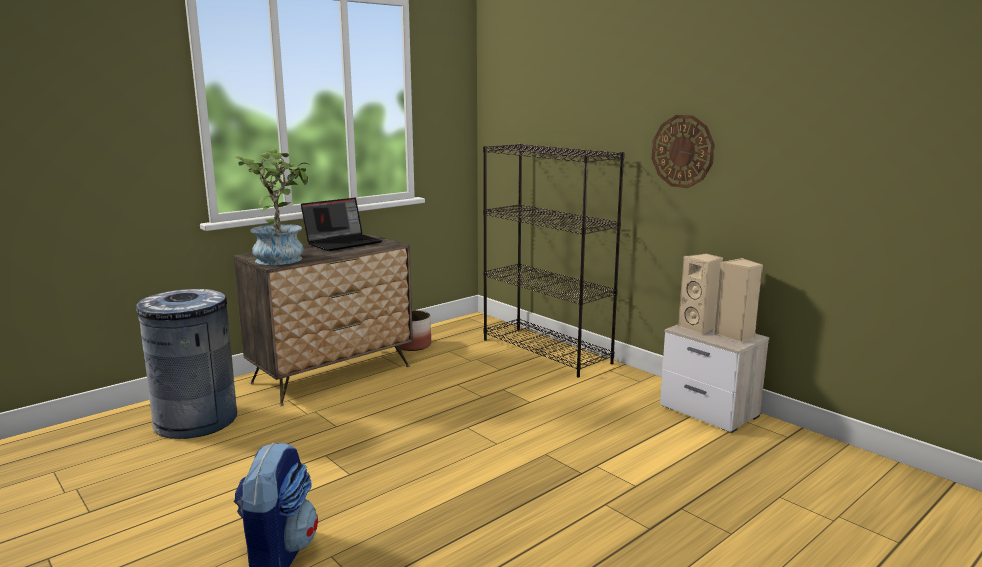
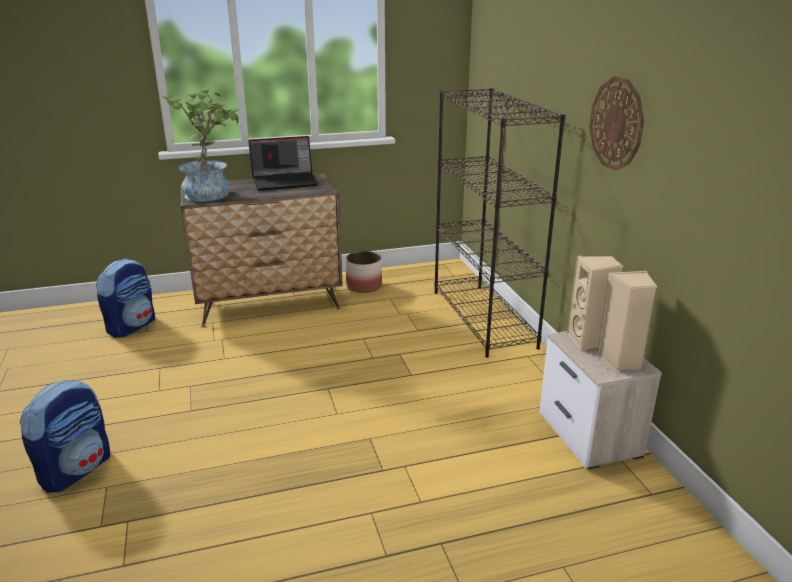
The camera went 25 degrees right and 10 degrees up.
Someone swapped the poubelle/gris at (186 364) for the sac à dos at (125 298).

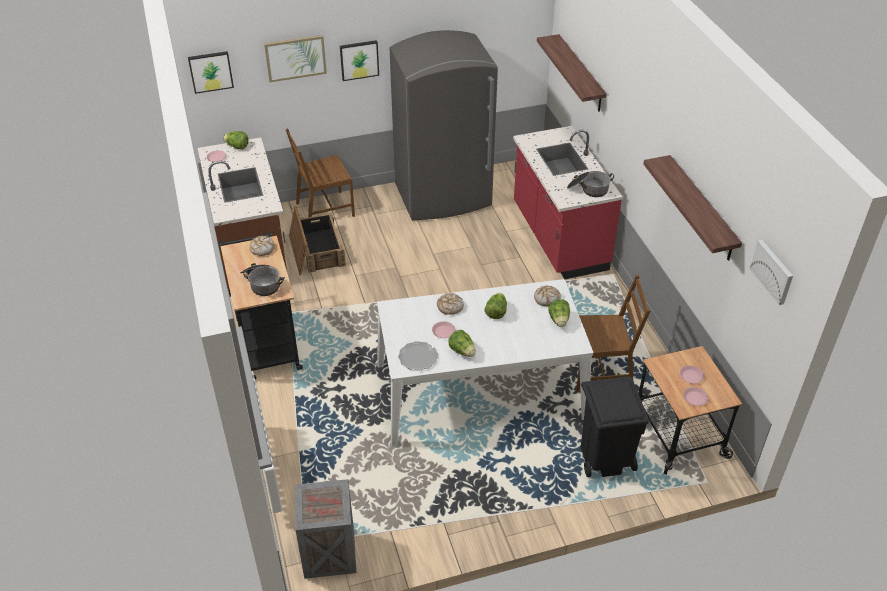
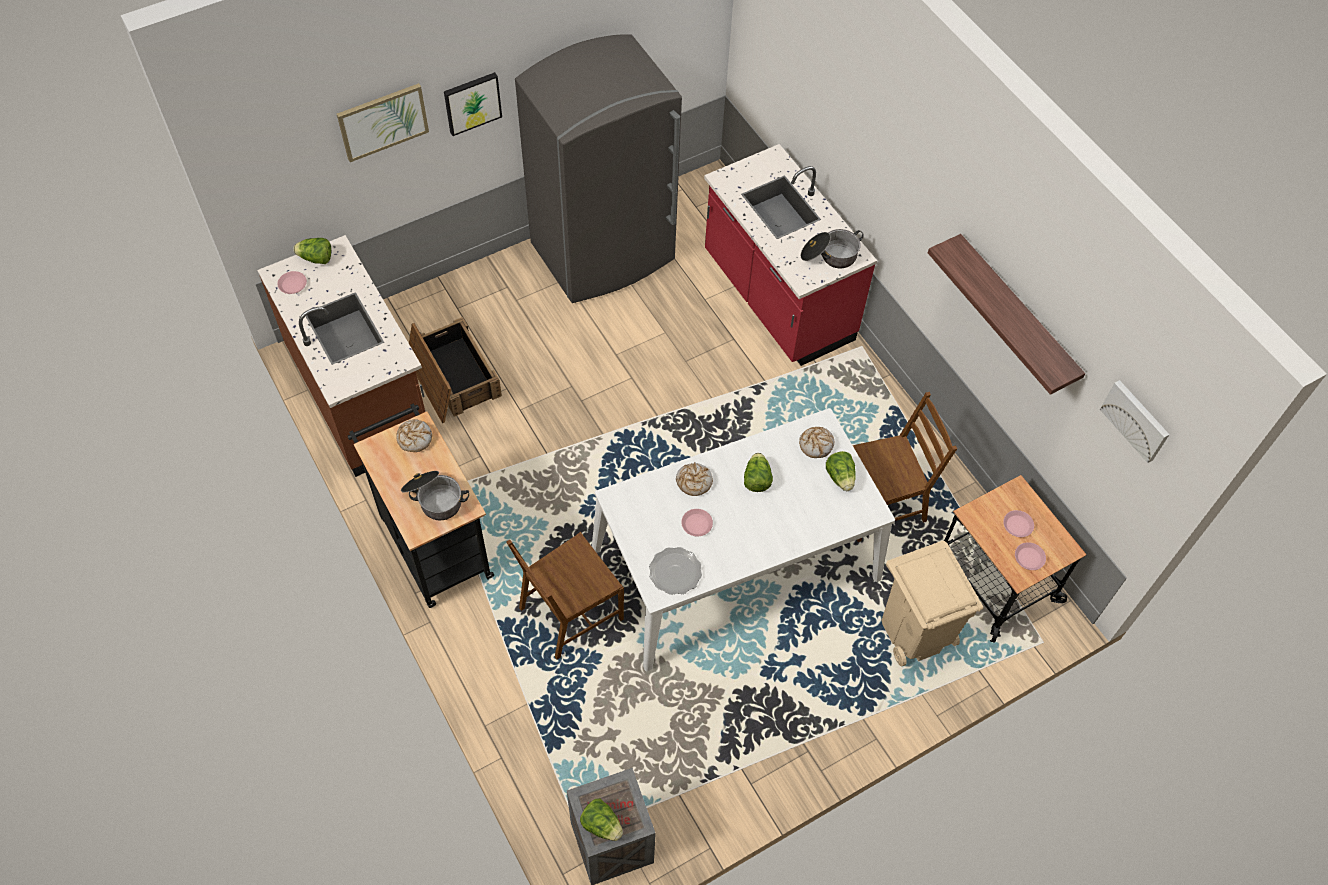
The camera went 15 degrees left and 15 degrees up.
Someone took away the étagère at (572 73).
Someone took away the tableau at (211 72).
Someone carried the chaise/marron from (320 175) to (565 596).
Someone carried the laitue from (462 343) to (601 820).
Someone repainted the poubelle/noir at (615 426), which became the poubelle/beige at (932 603).

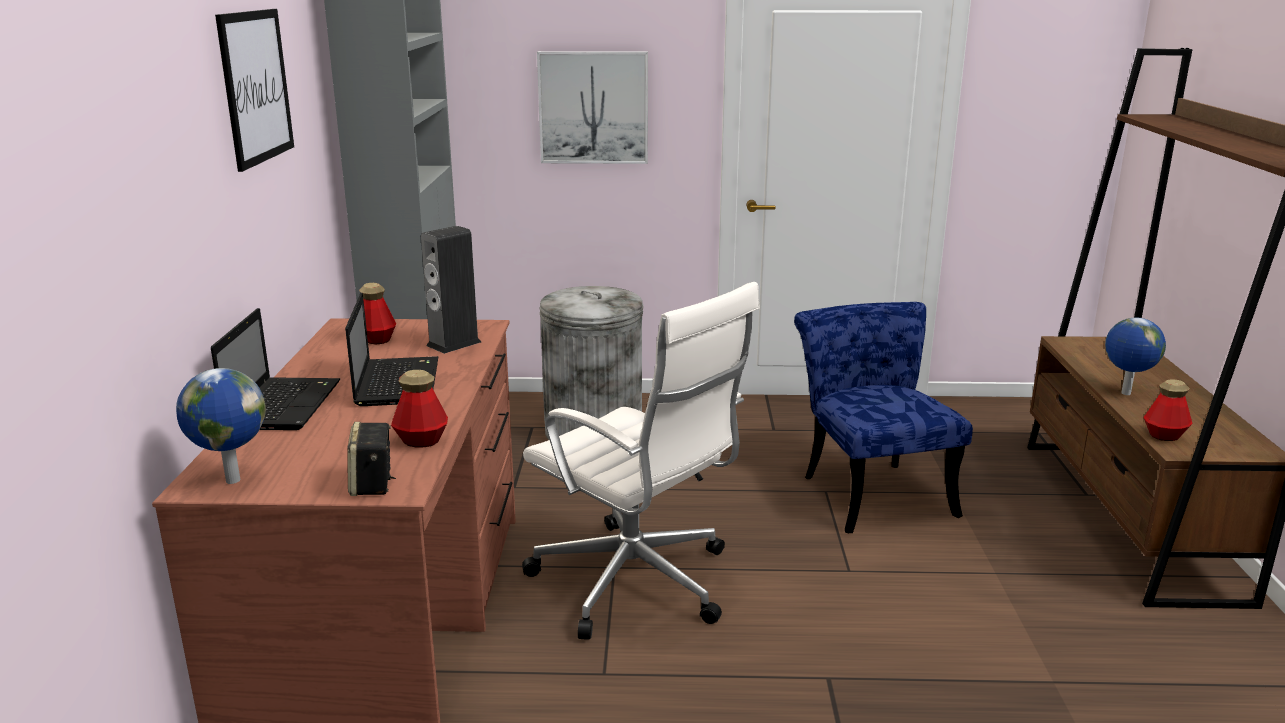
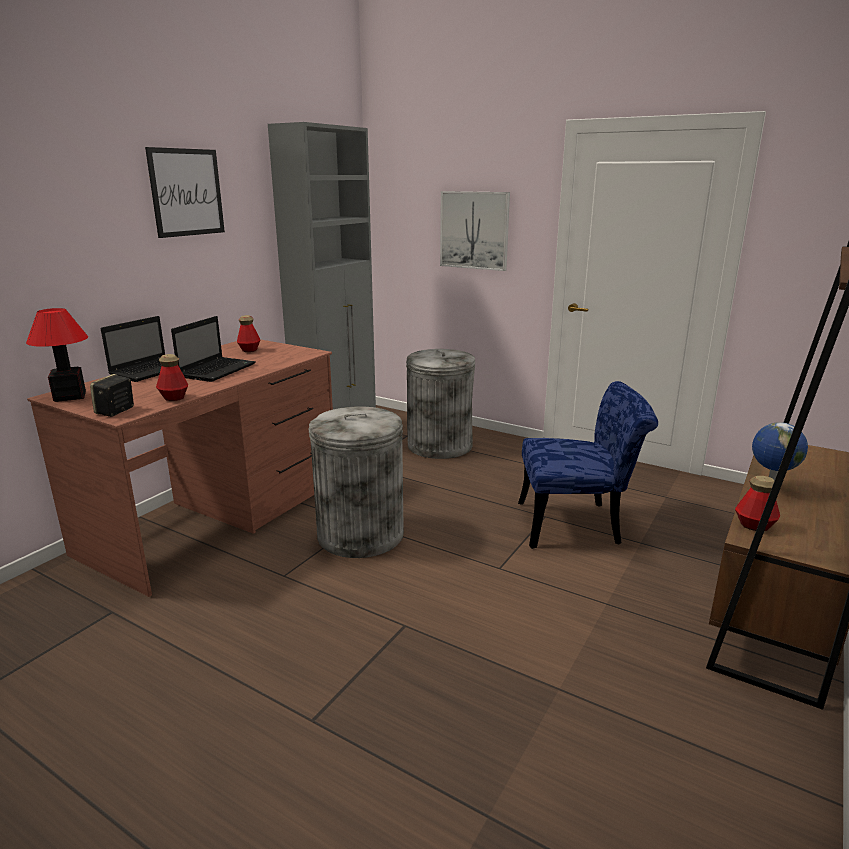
The camera went 30 degrees right and 0 degrees up.
Someone took away the enceinte at (451 290).
Someone swapped the chaise de bureau/blanc at (641 461) for the poubelle/gris at (356 482).
Someone rotated the chaise/bleu at (883 417) by 75 degrees clockwise.
Someone swapped the globe at (221 426) for the lampe de table at (57 355).

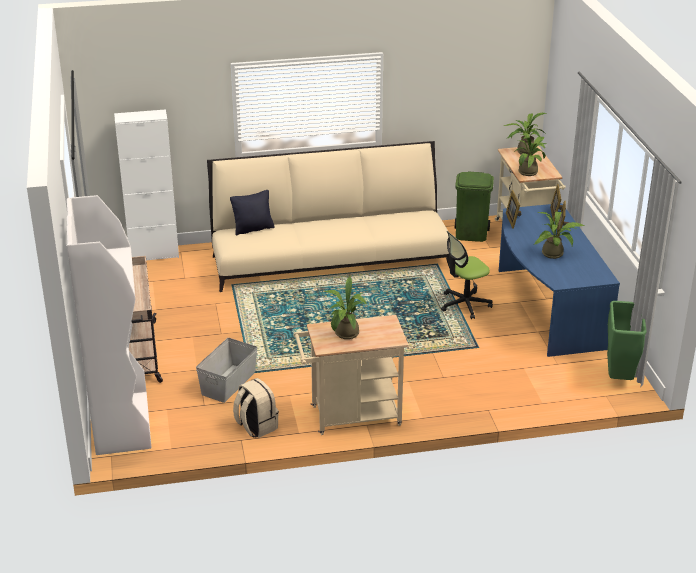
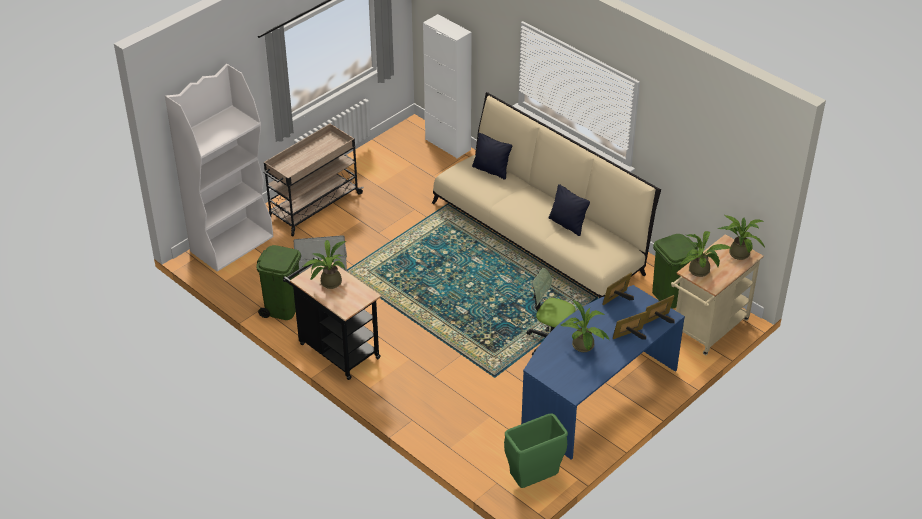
The camera went 55 degrees right and 10 degrees up.
Someone repainted the chariot/beige at (351 375), which became the chariot/noir at (332 318).
Someone swapped the sac à dos/beige at (256 408) for the poubelle/vert at (278 282).
Someone put down the coussin/noir at (569 210).

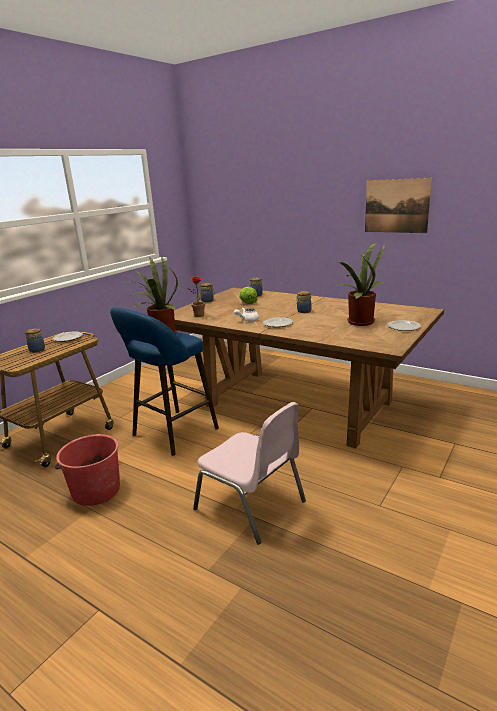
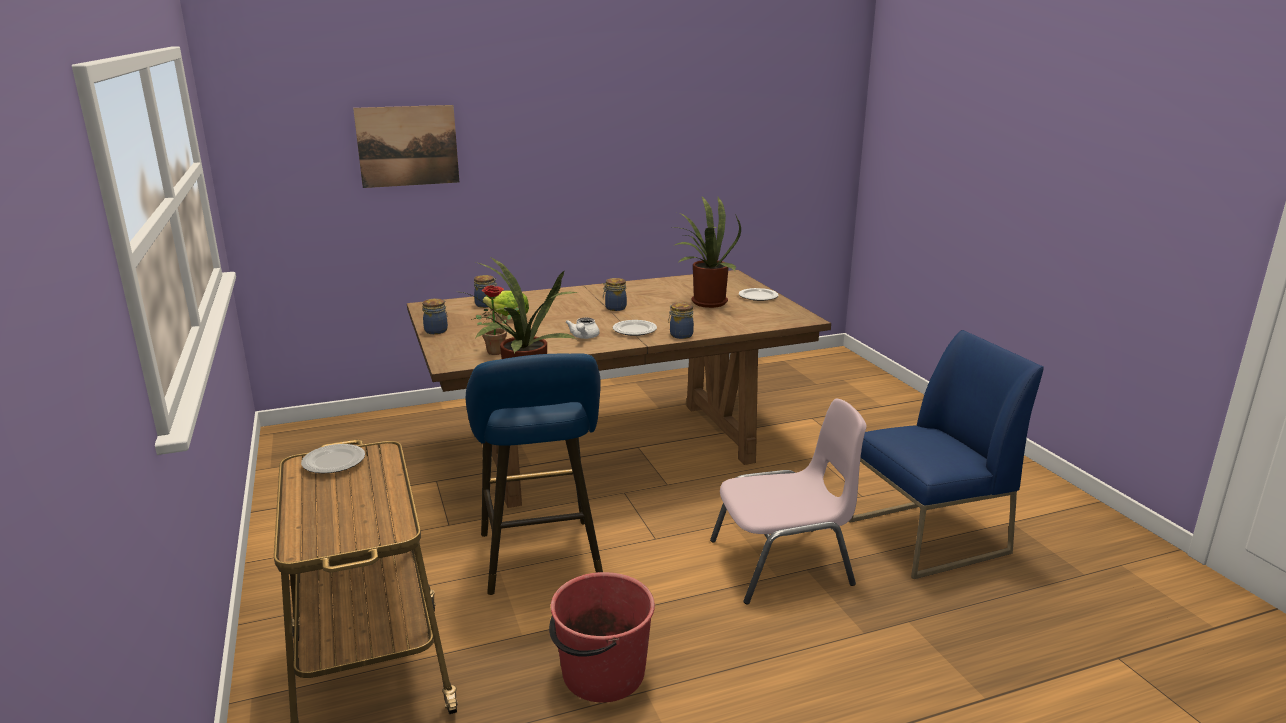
The camera went 55 degrees left and 0 degrees up.
Someone carried the tableau from (398 205) to (406 146).
Someone carried the bocal from (35 340) to (681 320).
Someone put down the chaise/bleu at (946 454).

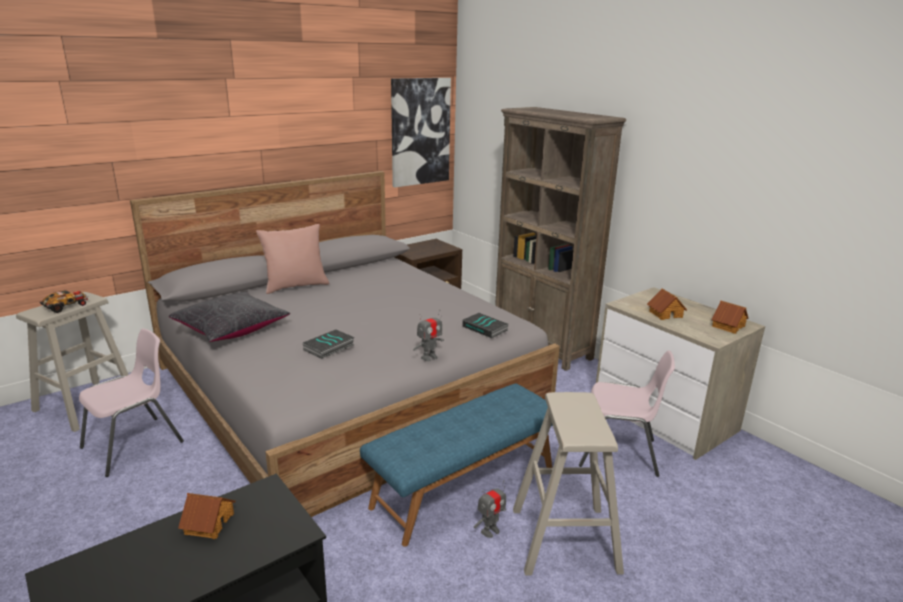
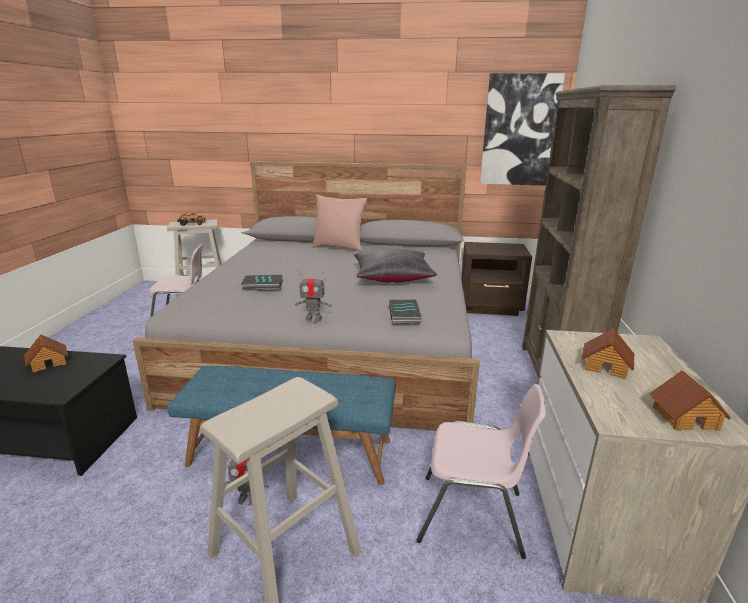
The camera went 45 degrees right and 0 degrees up.
Someone carried the coussin/noir from (229 317) to (395 266).
Someone rotated the chaise/rose at (627 413) by 45 degrees counterclockwise.

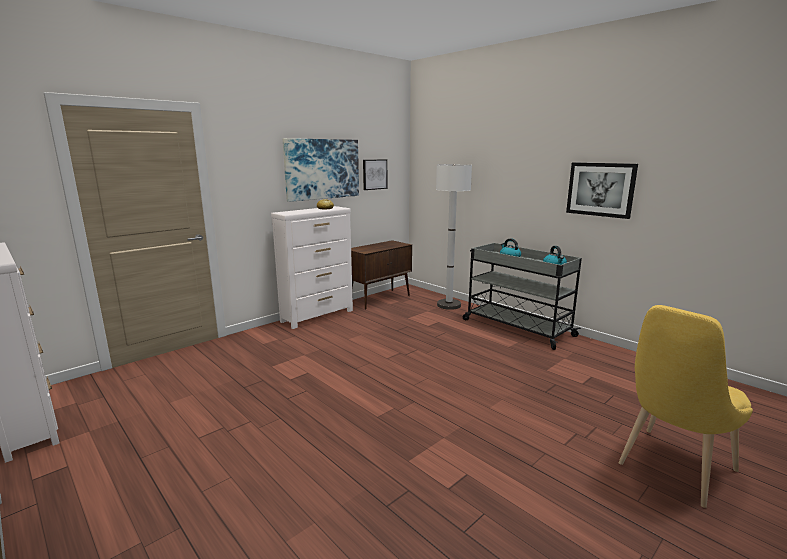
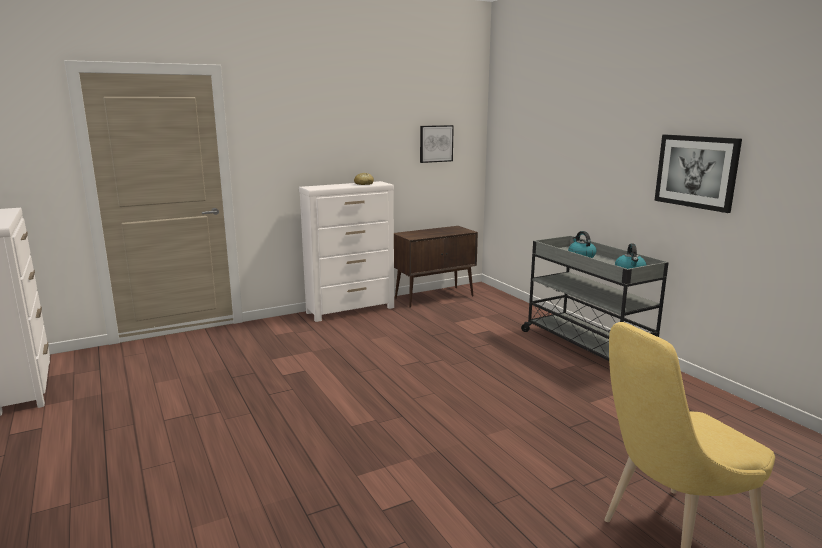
The camera went 15 degrees right and 0 degrees up.
Someone took away the tableau at (321 170).
Someone took away the lampadaire/blanc at (454 237).

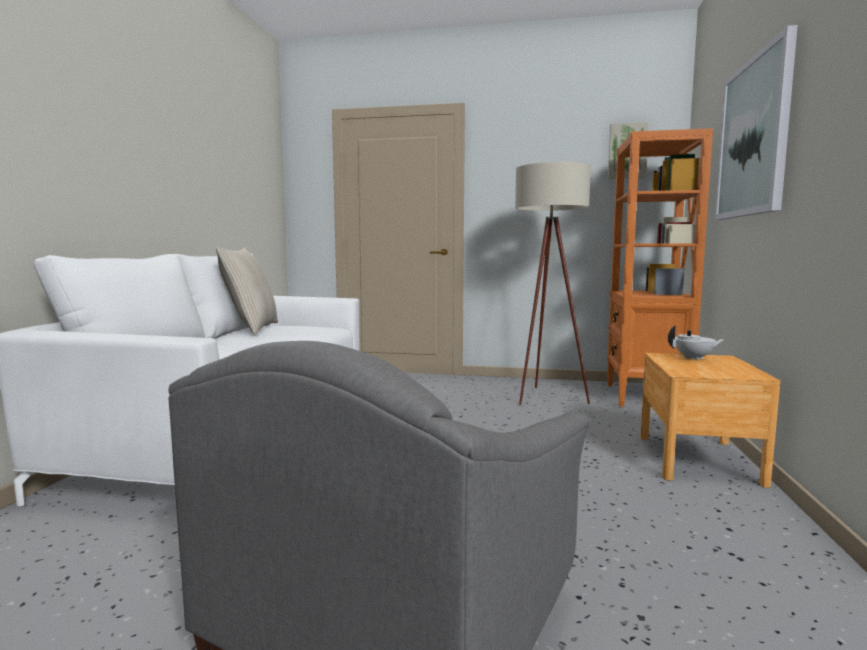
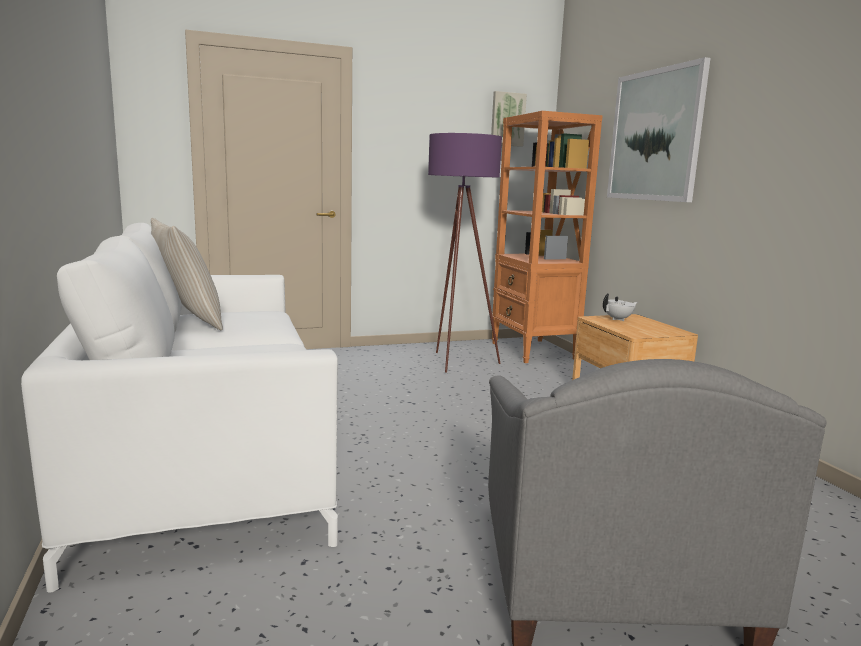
The camera went 30 degrees left and 5 degrees up.
Someone repainted the lampadaire/beige at (553 283), which became the lampadaire/violet at (465 253).

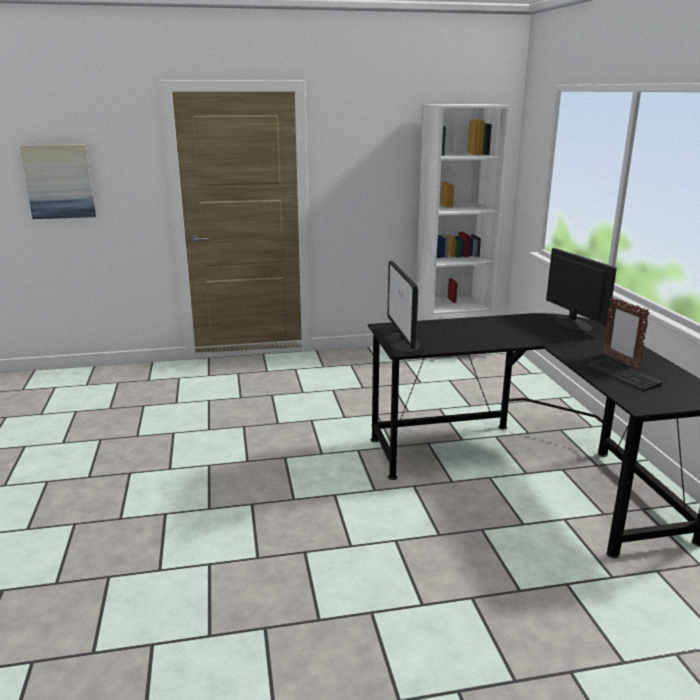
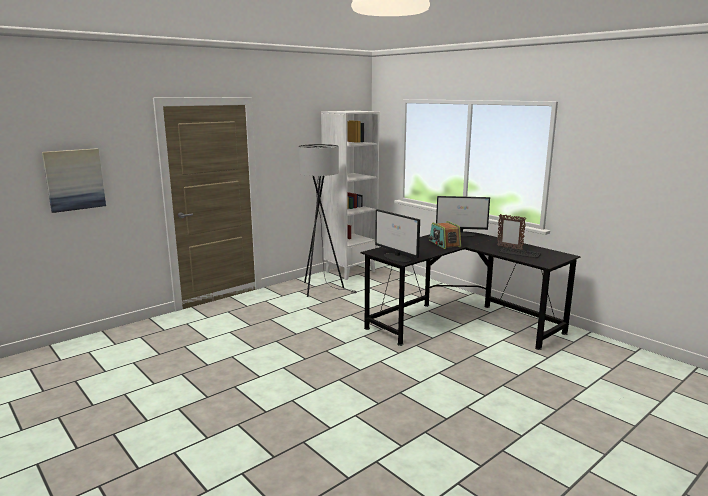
The camera went 30 degrees left and 5 degrees down.
Someone rotated the écran d'ordinateur at (581 289) by 150 degrees clockwise.
Someone put down the lampadaire/gris at (327 220).
Someone put down the radio at (445 235).

